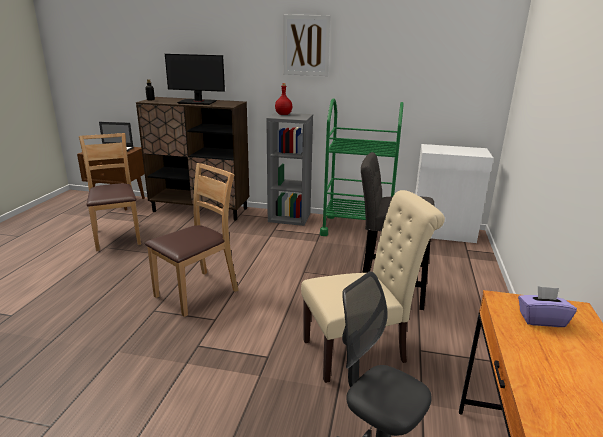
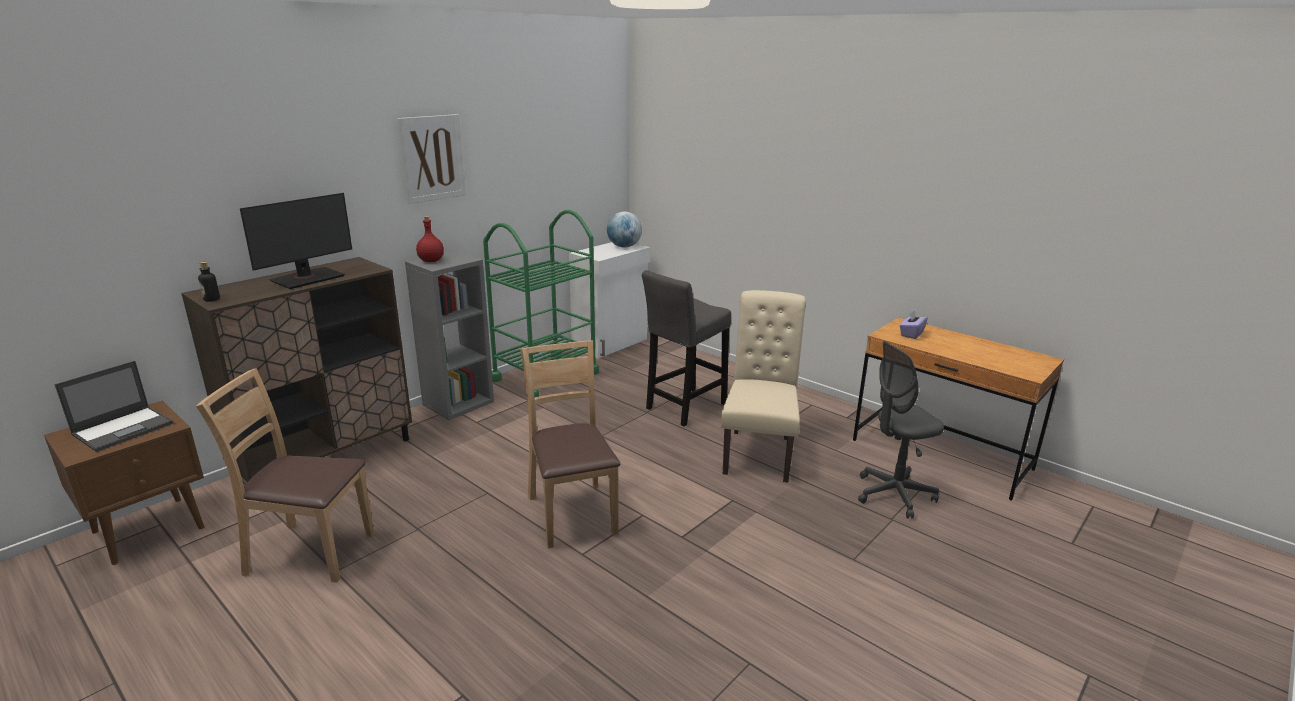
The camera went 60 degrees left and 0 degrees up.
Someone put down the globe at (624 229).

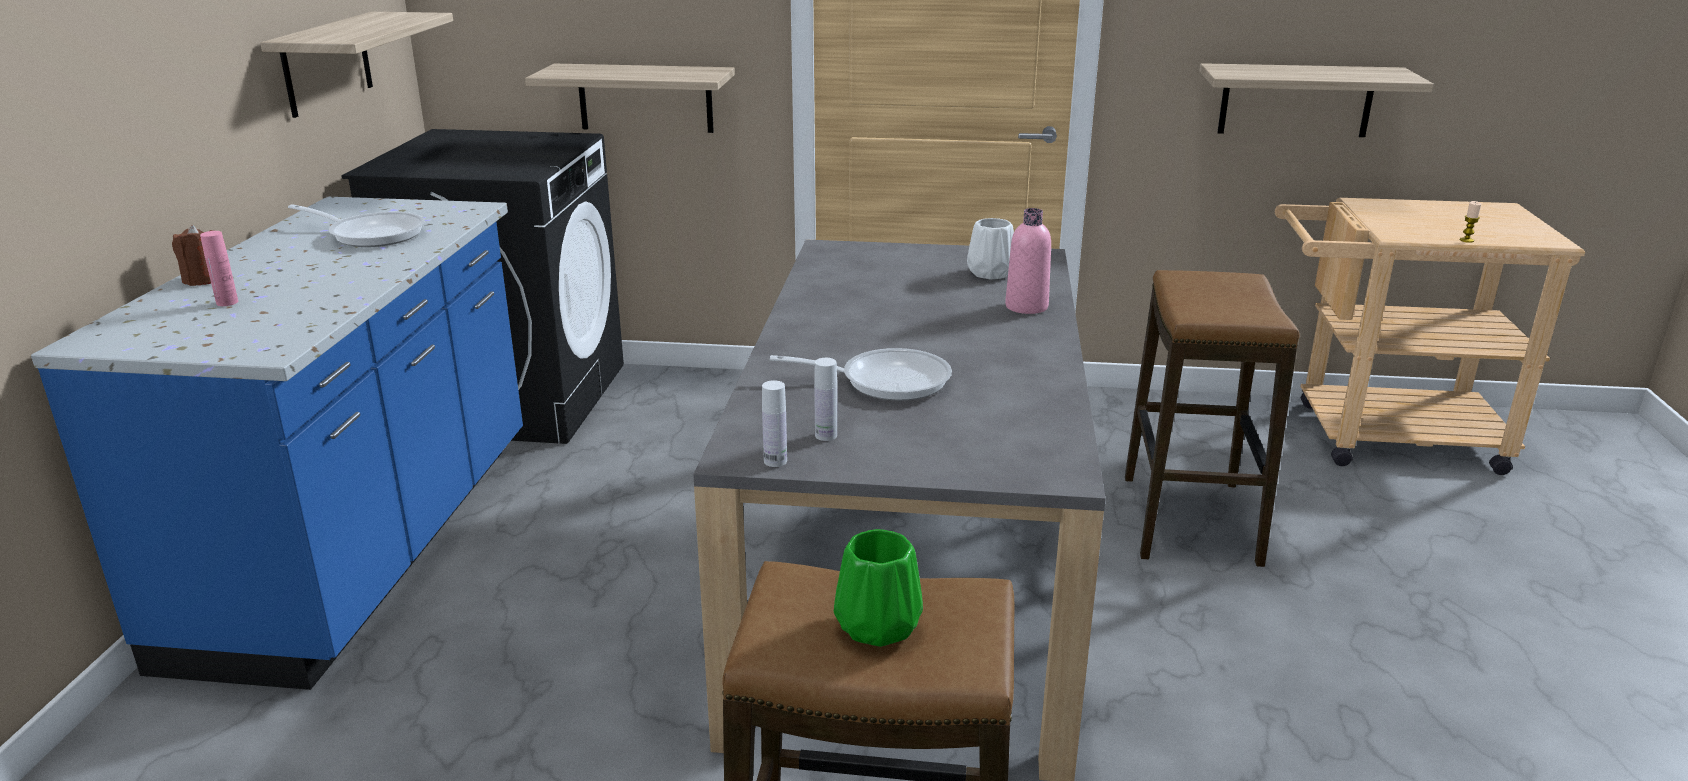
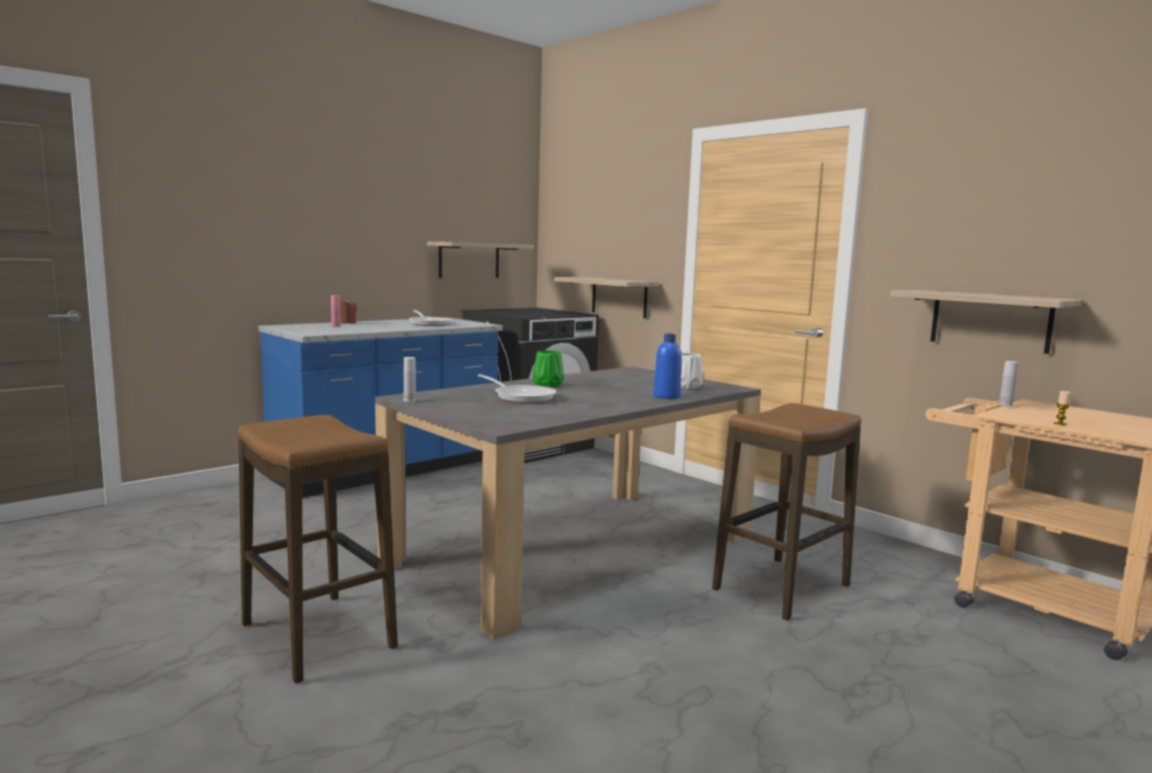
The camera went 40 degrees right and 15 degrees down.
Someone repainted the bouteille/rose at (1028 261), which became the bouteille/bleu at (667 366).
Someone carried the bouteille/blanc from (825 399) to (1008 383).
Someone carried the vase/vert from (878 588) to (548 368).

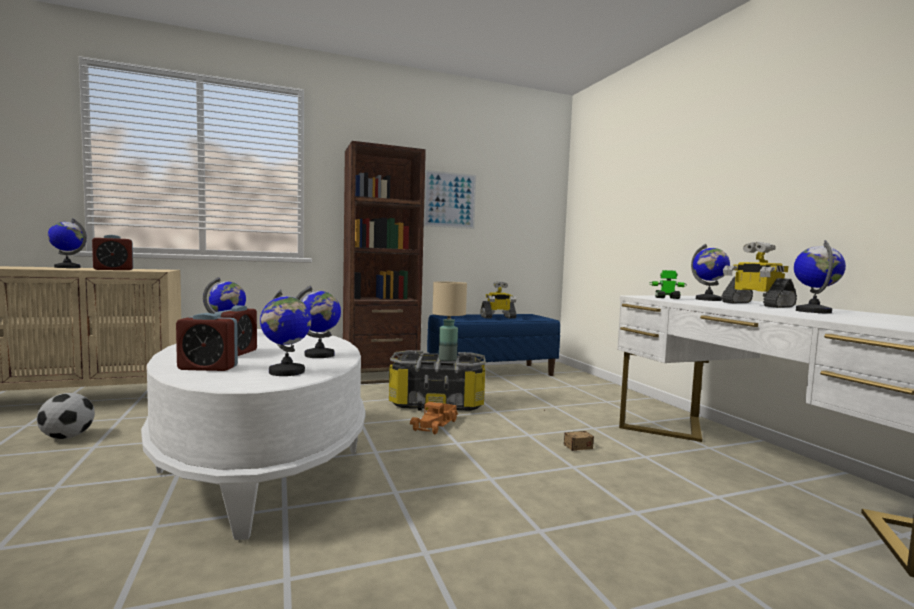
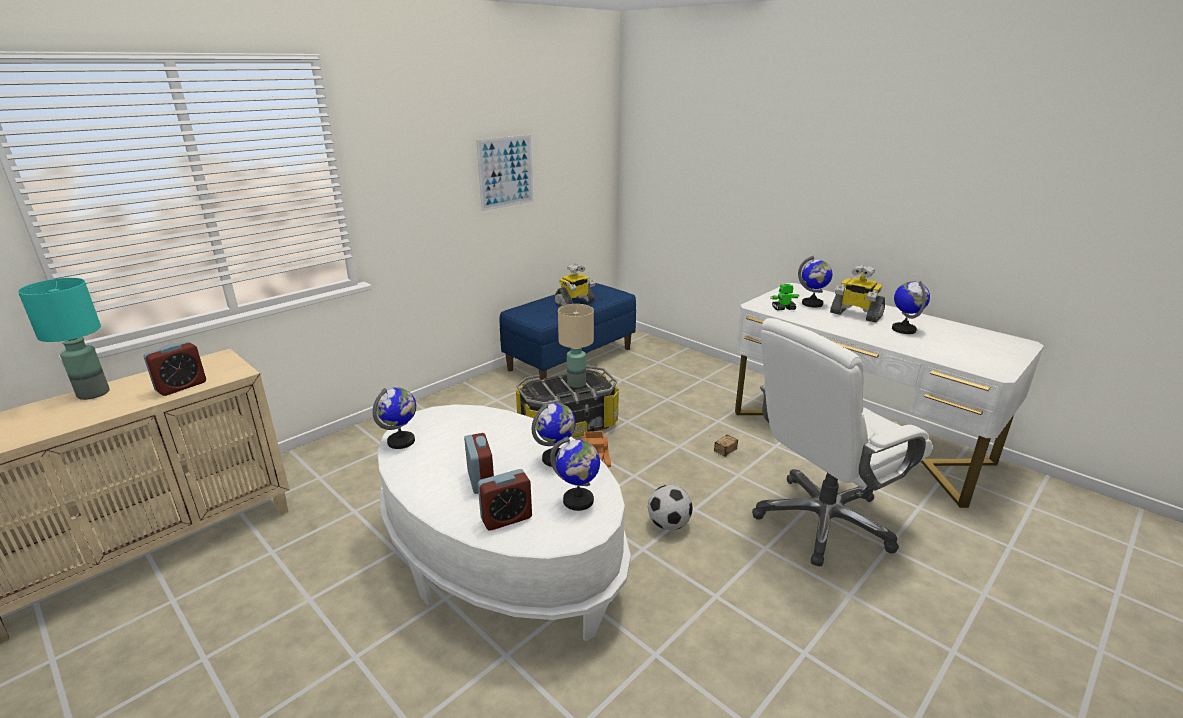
The camera went 25 degrees left and 20 degrees up.
Someone took away the bibliothèque/marron at (384 262).
Someone swapped the globe at (67 243) for the lampe de table/turquoise at (64 339).
Someone carried the ballon de foot from (66 416) to (670 507).
Someone put down the chaise de bureau/blanc at (842 442).

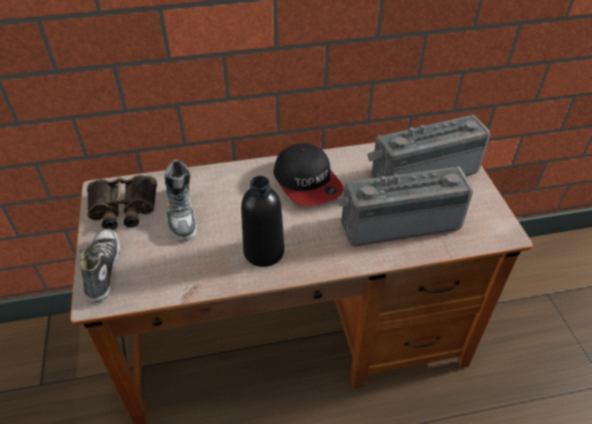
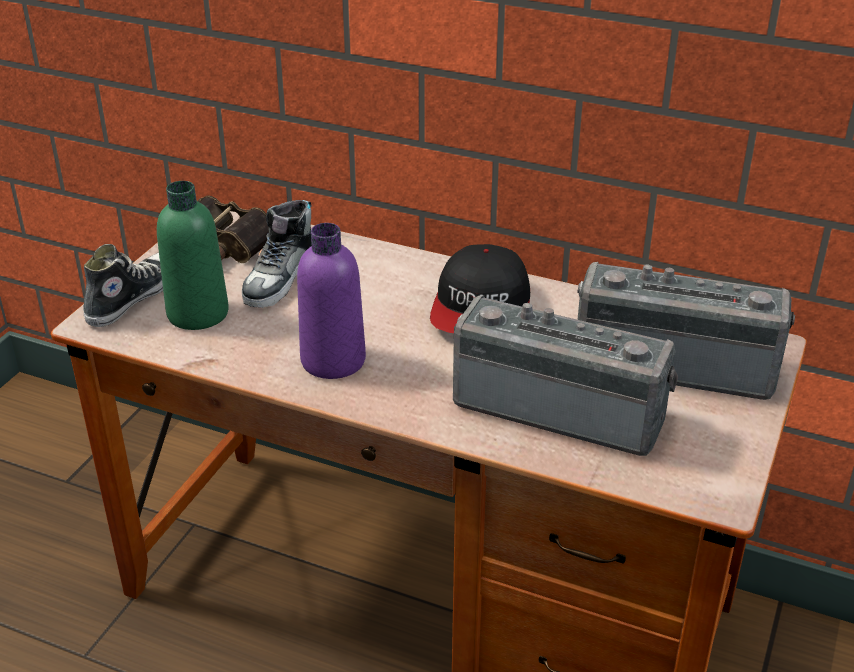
The camera went 35 degrees right and 10 degrees down.
Someone repainted the bouteille/noir at (262 221), which became the bouteille/violet at (331 301).
Someone put down the bouteille/vert at (193 255).

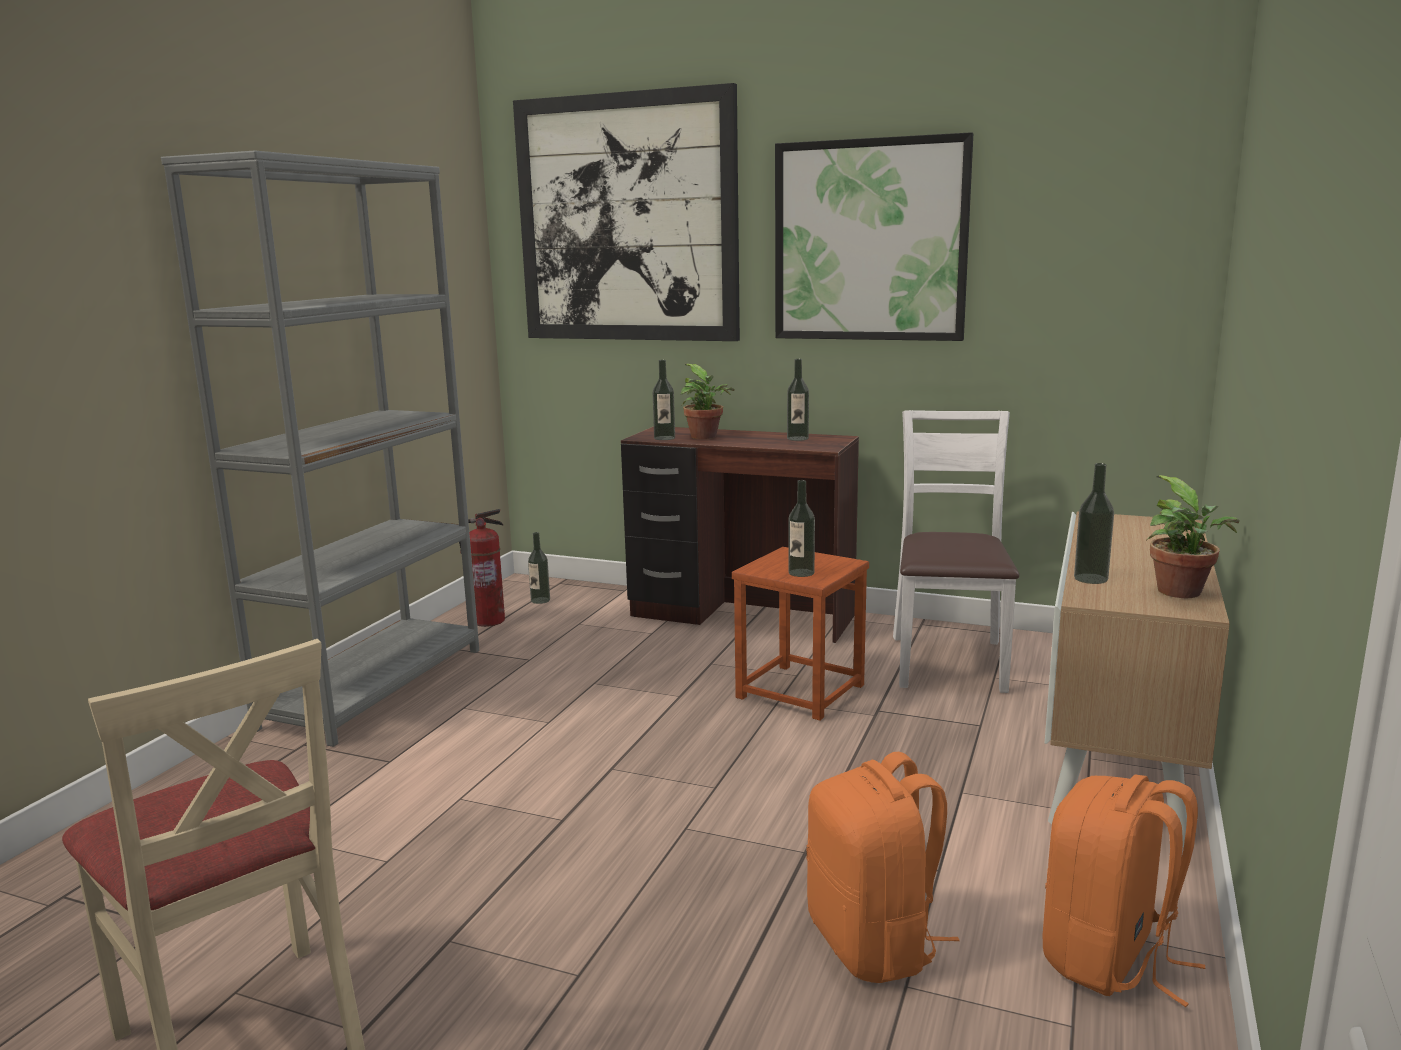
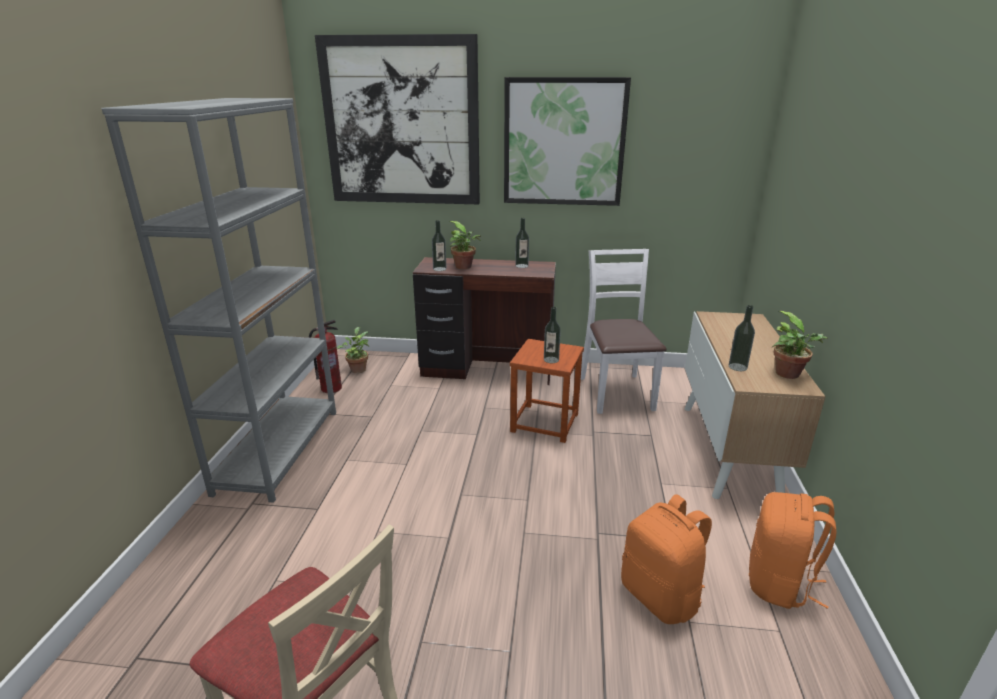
The camera went 15 degrees left and 10 degrees up.
Someone swapped the bouteille at (539 568) for the plante en pot at (353 350).

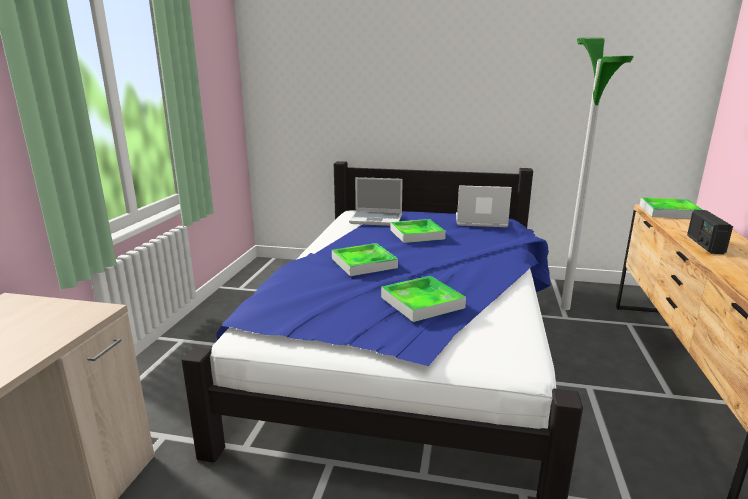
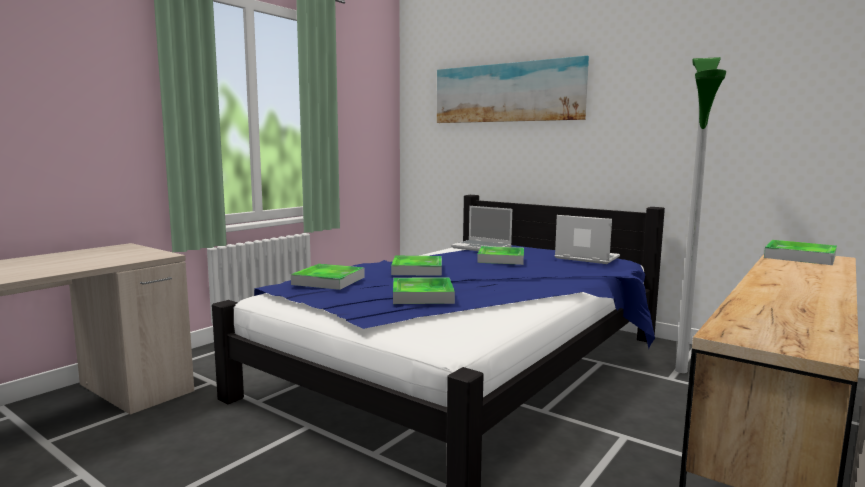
The camera went 25 degrees right and 10 degrees down.
Someone took away the radio at (710 232).
Someone put up the tableau at (513 89).
Someone put down the plateau at (328 277).

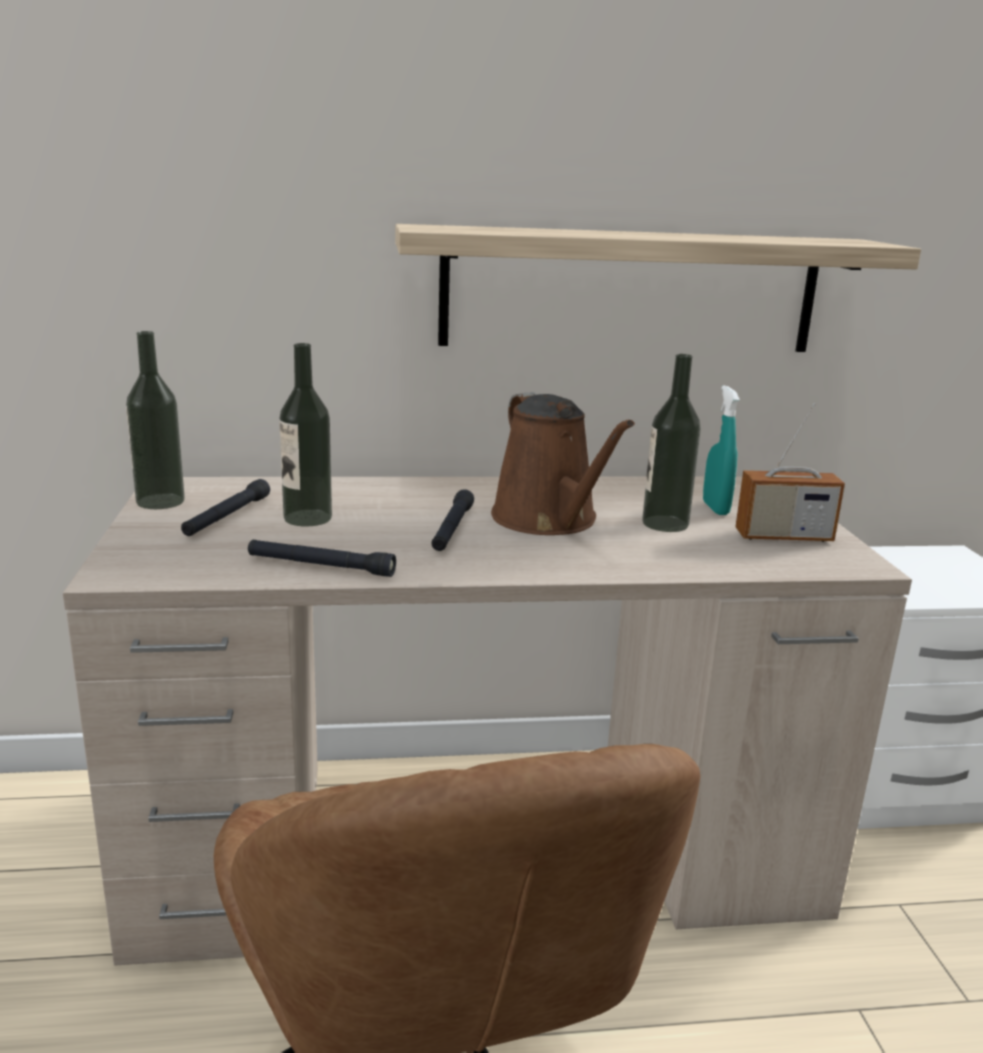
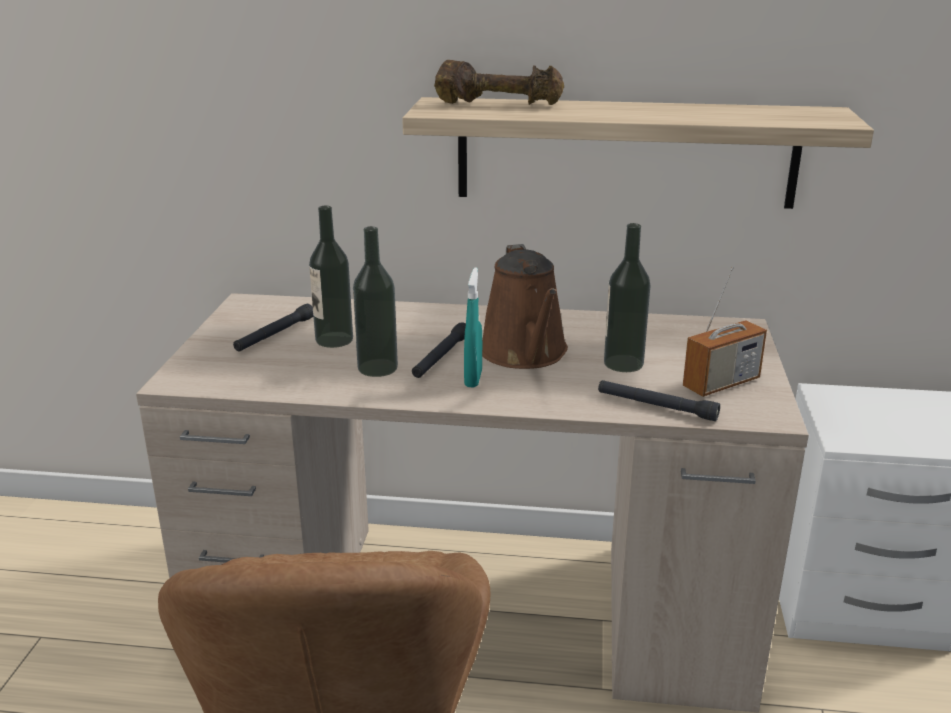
The camera went 15 degrees right and 5 degrees up.
Someone carried the bouteille from (155 420) to (375 301).
Someone carried the vaporisateur/turquoise from (721 450) to (473 328).
Someone rotated the radio at (790 472) by 45 degrees counterclockwise.
Someone carried the lampe de poche/noir from (322 558) to (659 400).
Someone put down the haltère/marron at (499 82).

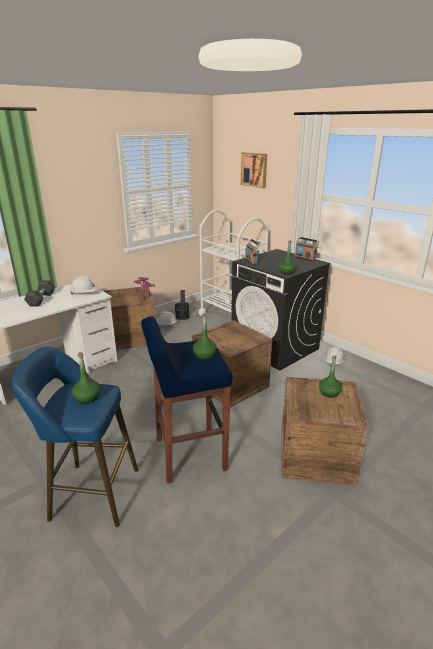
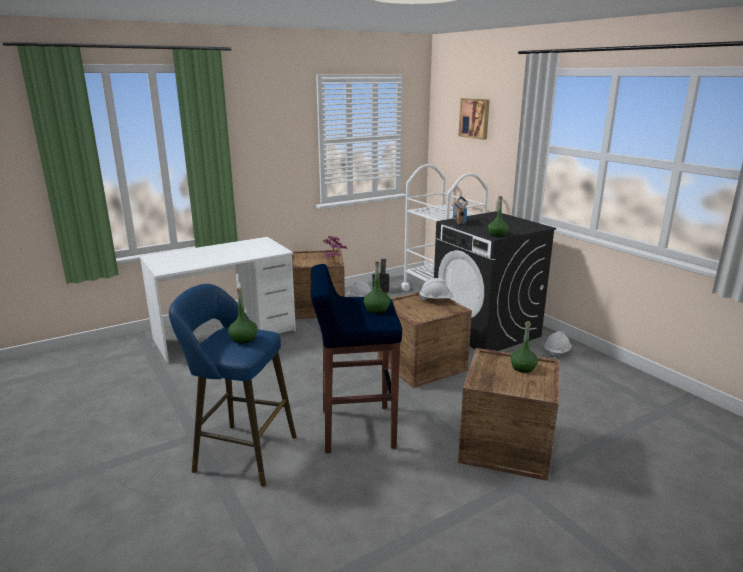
The camera went 10 degrees right and 5 degrees down.
Someone took away the radio at (307 249).
Someone carried the casque de chantier/blanc from (84 285) to (436 289).
Someone took away the haltère/gris at (39 293).

